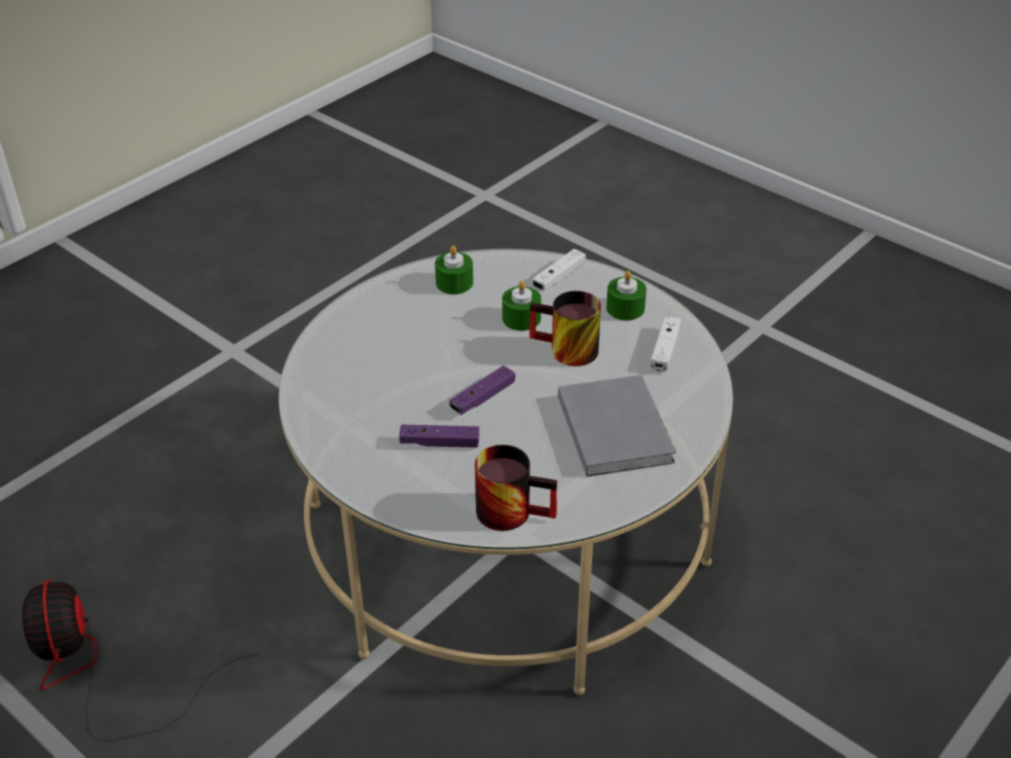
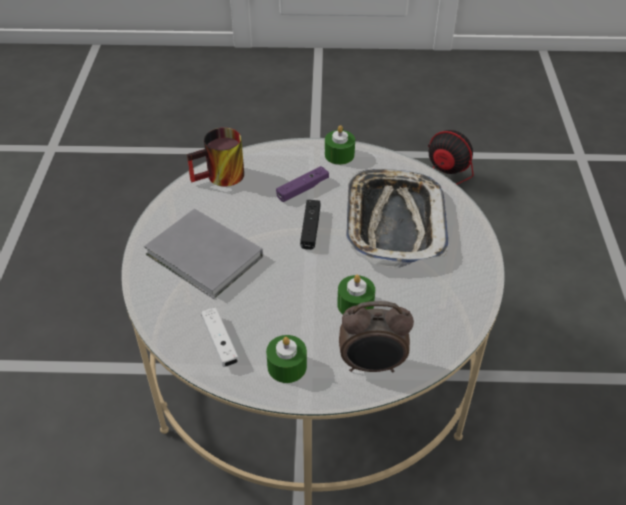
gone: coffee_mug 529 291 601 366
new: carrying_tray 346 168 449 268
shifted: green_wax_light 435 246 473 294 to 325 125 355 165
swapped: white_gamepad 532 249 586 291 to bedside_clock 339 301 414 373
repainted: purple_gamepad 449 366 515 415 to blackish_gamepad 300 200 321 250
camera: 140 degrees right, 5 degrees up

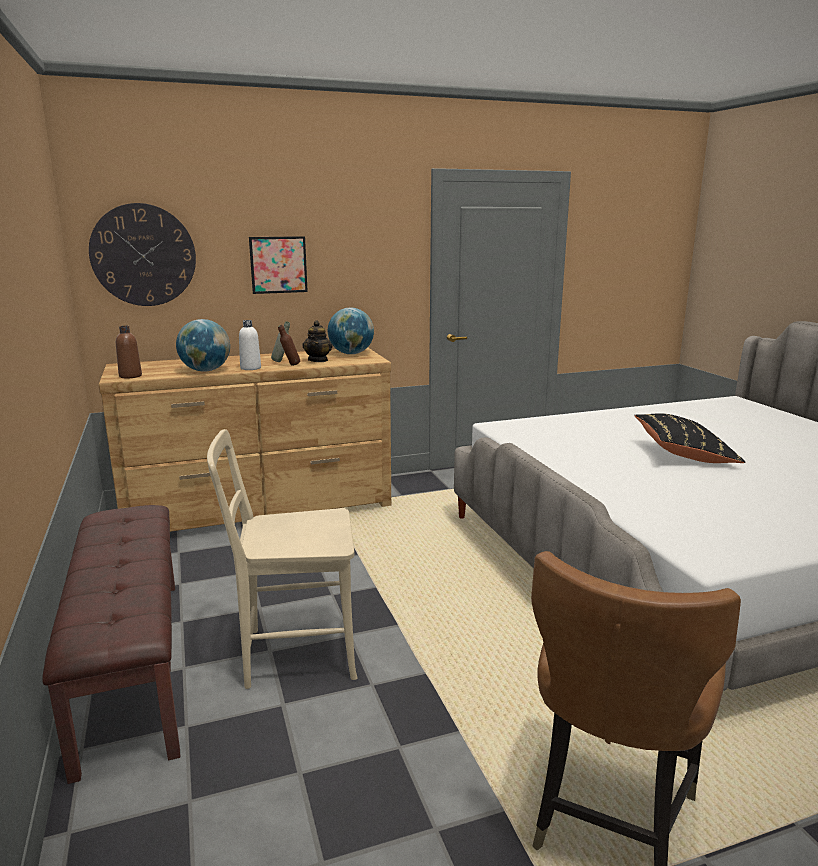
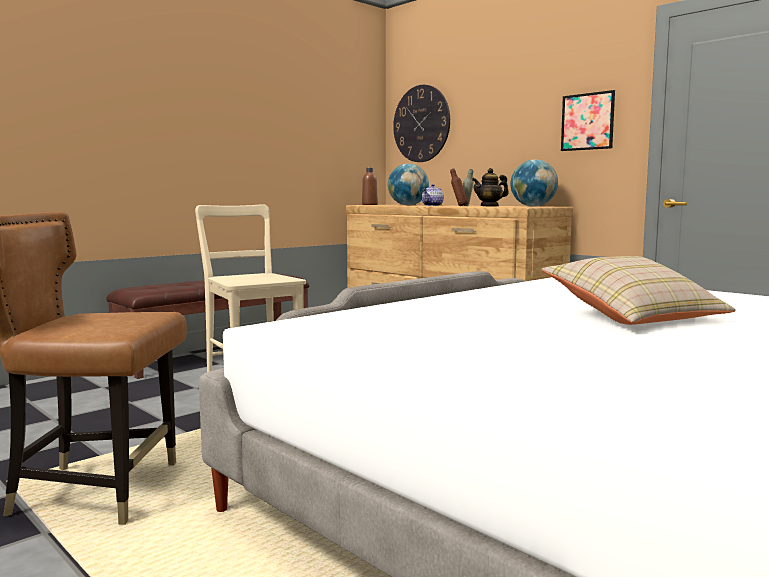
shifted: wall_picture 249 236 308 294 to 561 90 615 151
swapped: white_beverage_bottle 239 320 261 370 to pot_for_tea 422 184 444 206
repainted: blackish_cushion 634 413 745 463 to beige_cushion 541 256 736 325
camera: 65 degrees right, 10 degrees down

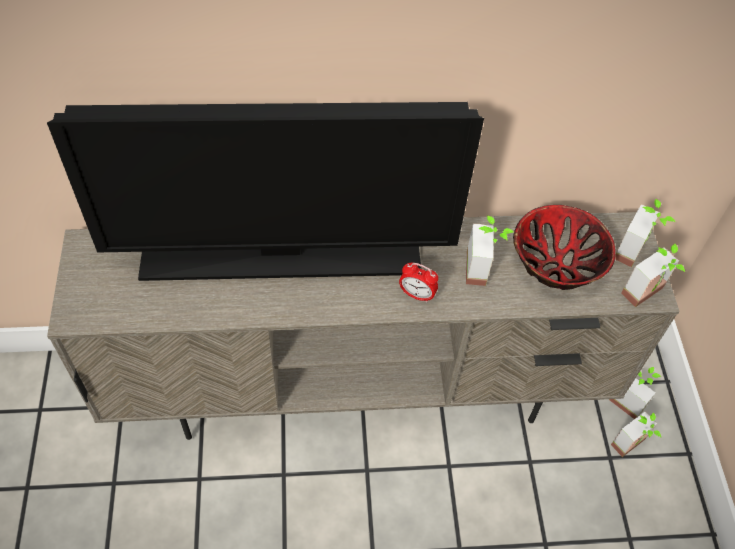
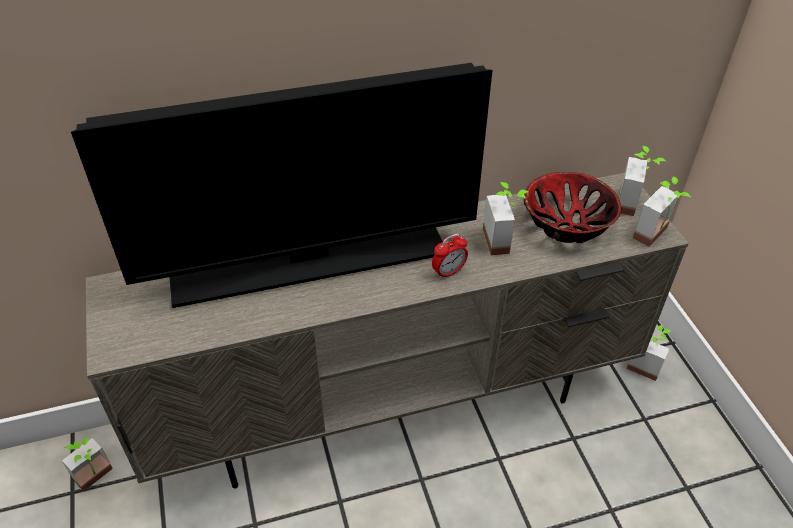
shifted: plant_in_a_pot 611 412 661 457 to 62 436 113 492
rotated: bedside_clock 399 263 438 302 = 432 234 468 279 45 degrees counterclockwise
camera: 10 degrees left, 10 degrees down

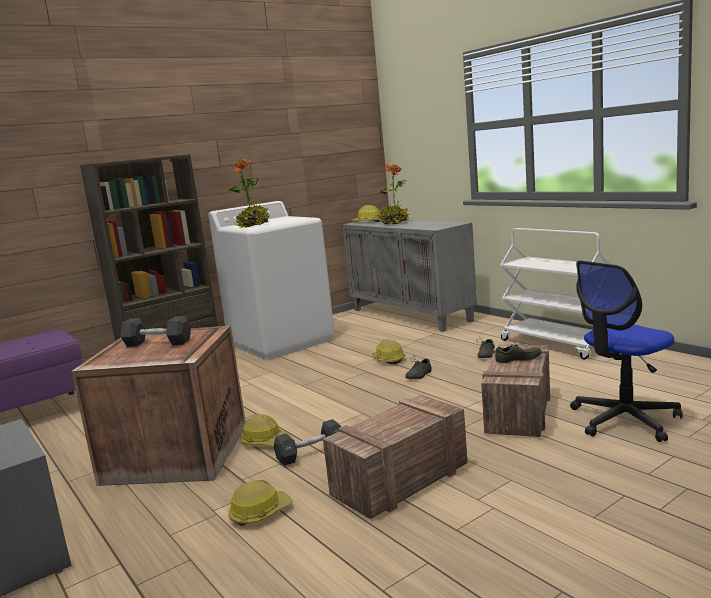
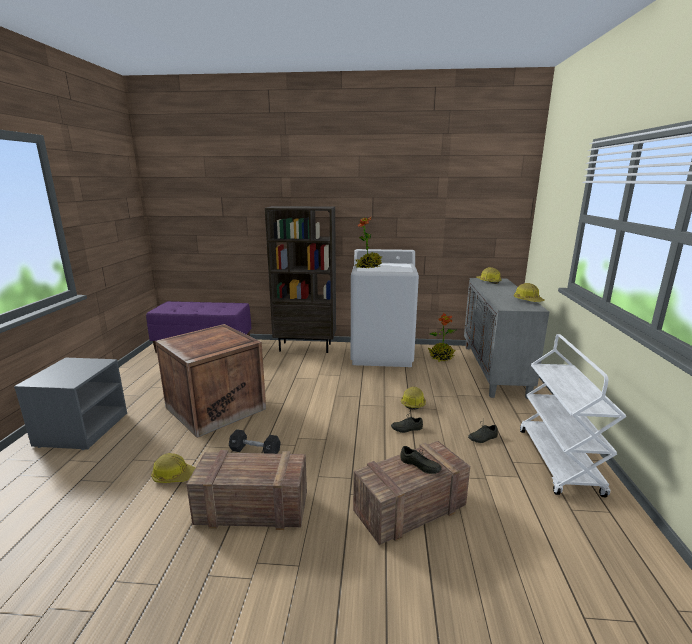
gone: blackish_dumbbell 120 316 191 347; computer_chair 570 260 683 442
shifted: plant_in_a_pot 377 164 409 224 to 428 313 456 362; work_helmet 241 414 291 446 to 514 283 545 302
camera: 40 degrees right, 5 degrees up

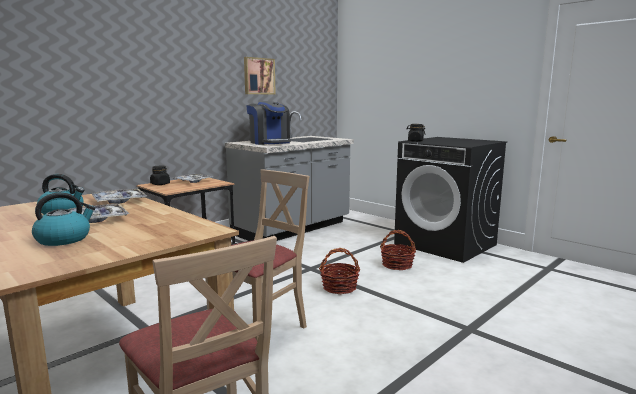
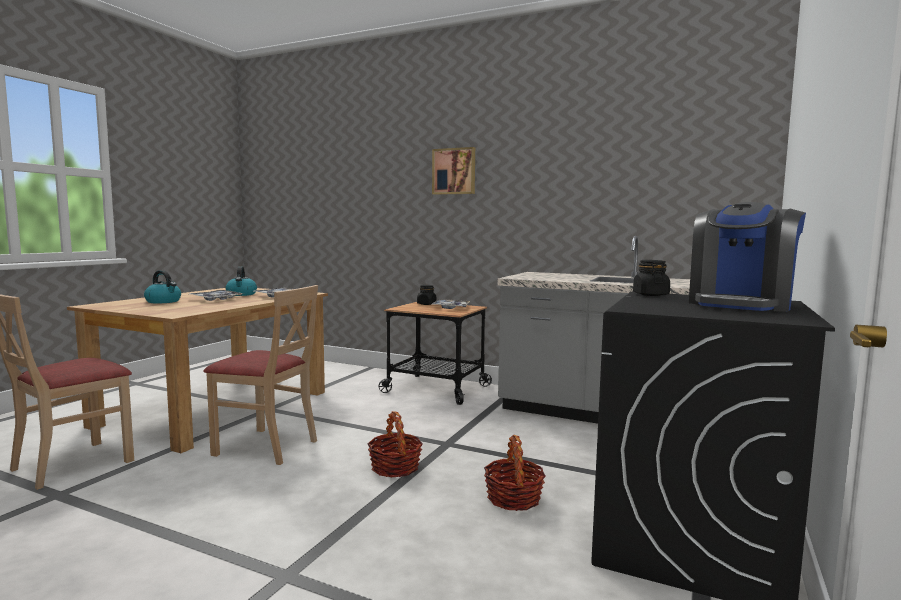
shifted: wall_picture 244 57 276 94 to 432 147 475 195; coffee_maker 246 101 291 145 to 689 202 806 312
camera: 70 degrees right, 5 degrees down

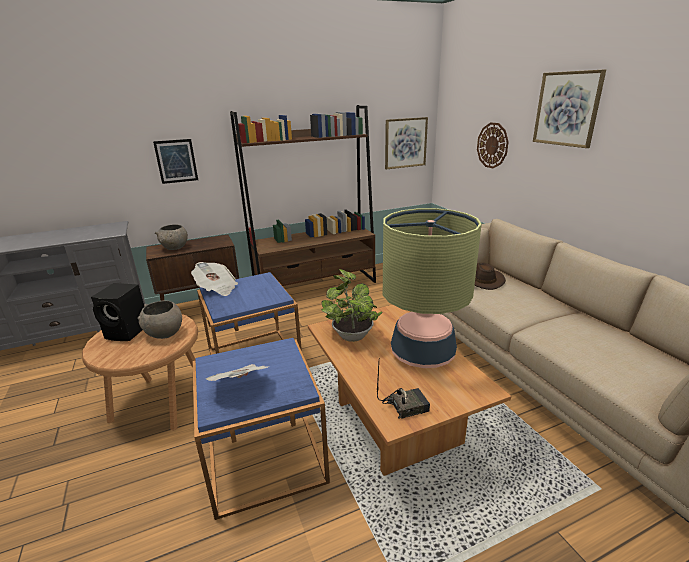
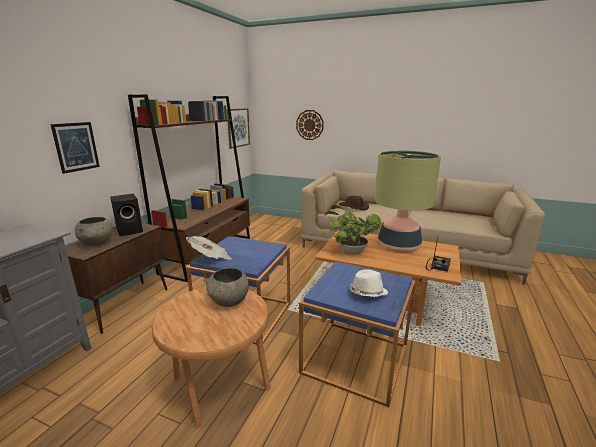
gone: wall_picture 533 69 606 148
shifted: blackish_loudspeaker 91 283 144 341 to 110 194 143 236
swapped: printed_paper 206 364 271 381 to white_hat 349 269 388 297
camera: 45 degrees left, 5 degrees down

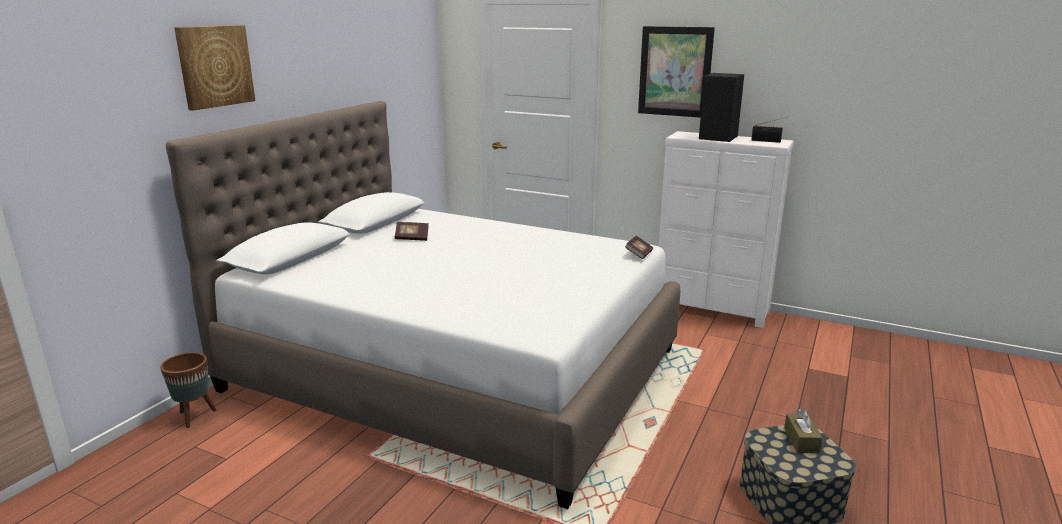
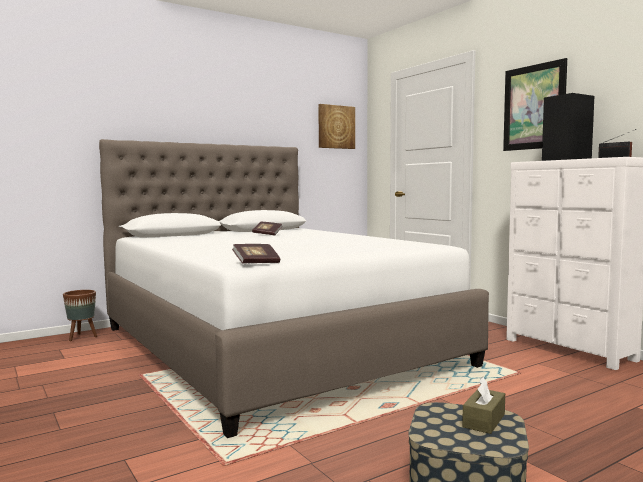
shifted: volume 625 236 653 259 to 232 244 281 263; wall_picture 174 25 255 111 to 319 104 355 149
camera: 30 degrees right, 15 degrees down

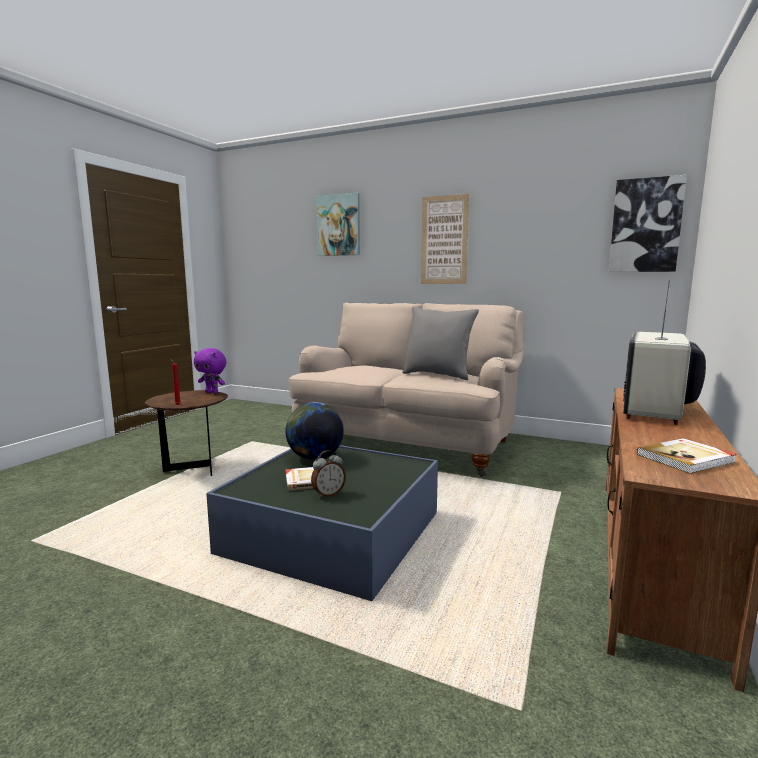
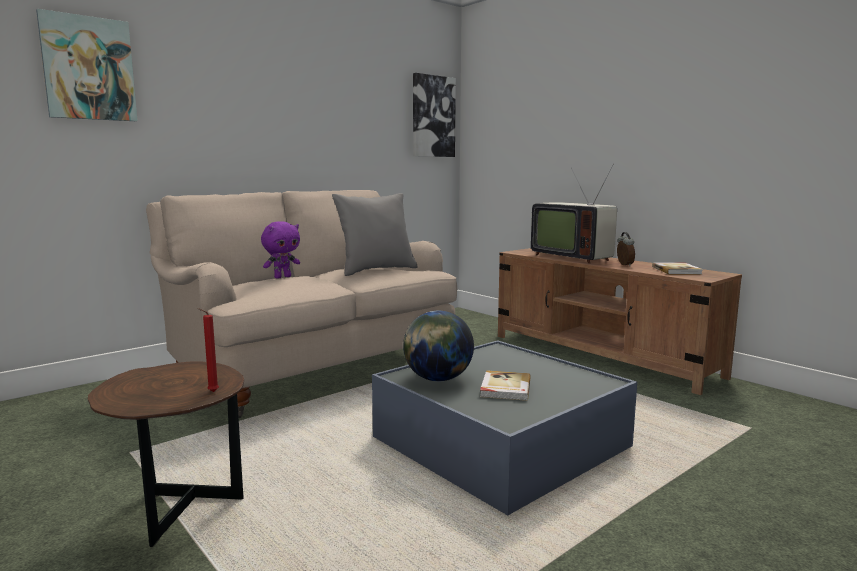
gone: wall_picture 421 193 470 284
shifted: purple_soft_toy 194 348 226 394 to 261 221 300 279; bedside_clock 311 450 346 498 to 617 232 635 266
camera: 65 degrees left, 0 degrees up

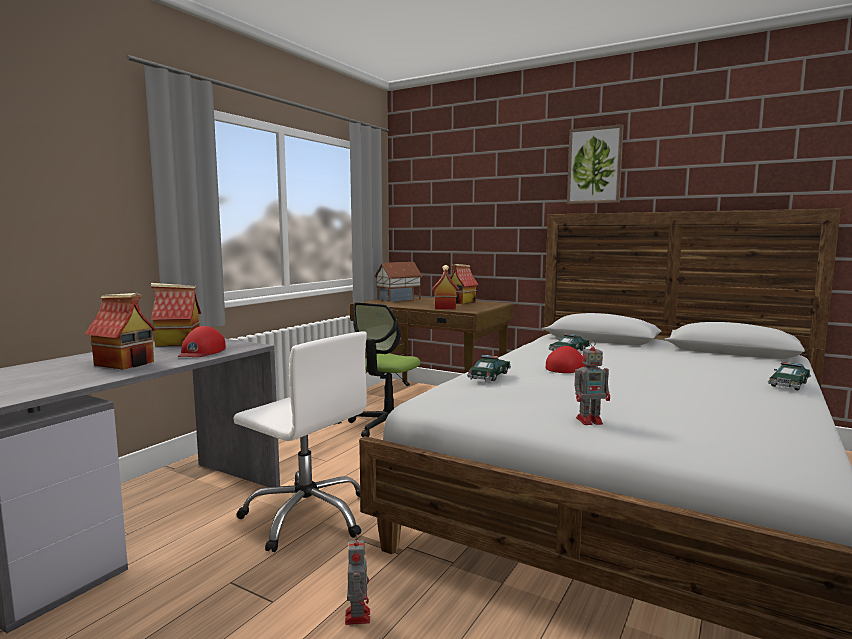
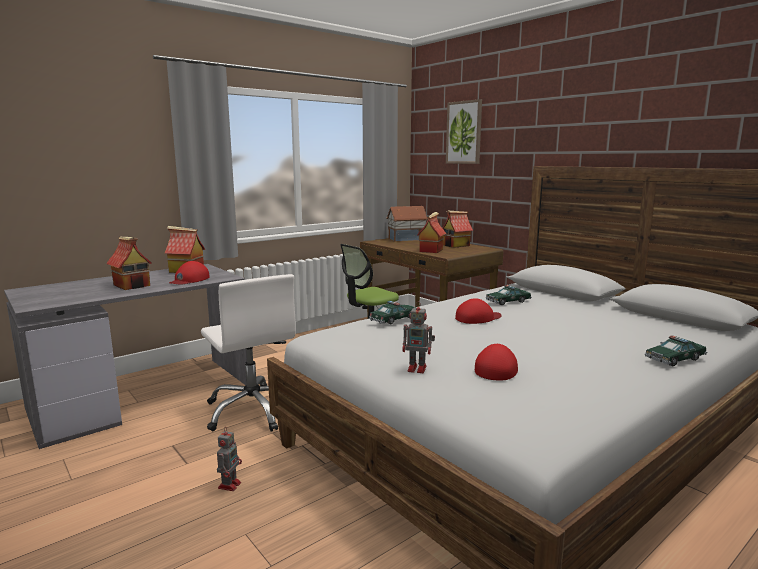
new: reddish_peaked_cap 475 344 518 381
shifted: wall_picture 567 124 624 204 to 446 99 482 164
camera: 20 degrees right, 5 degrees up

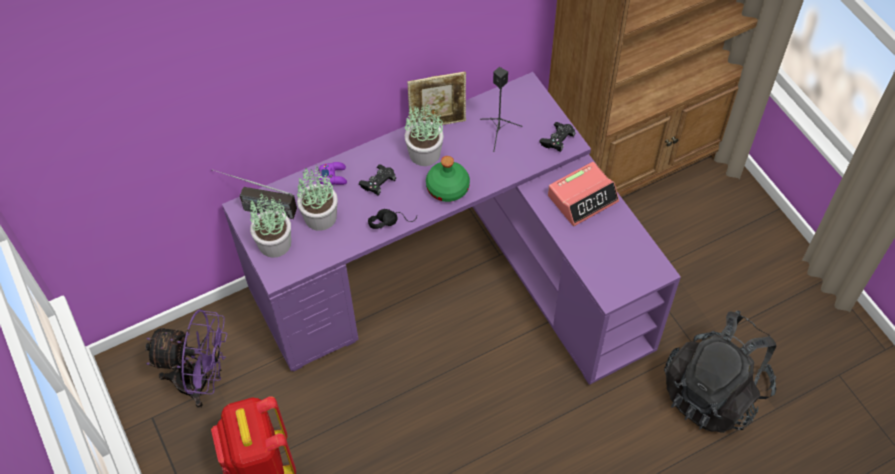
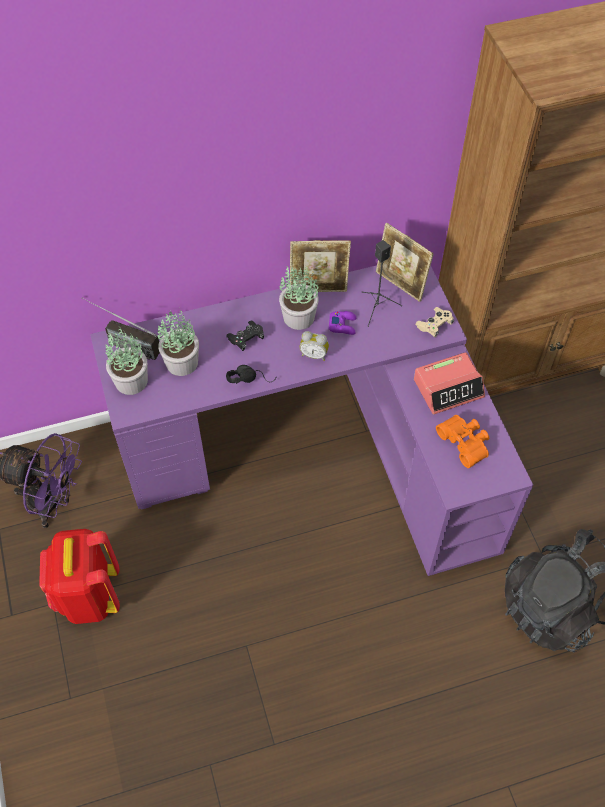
new: picture_frame 376 223 433 302; orangey_binoculars 436 415 489 468
shifted: purple_gamepad 319 162 347 185 to 329 311 356 335
swapped: green_beverage_bottle 426 156 470 202 to bedside_clock 299 331 329 361
repainted: blackish_gamepad 539 122 576 152 to beige_gamepad 416 307 454 337
camera: 10 degrees right, 0 degrees up

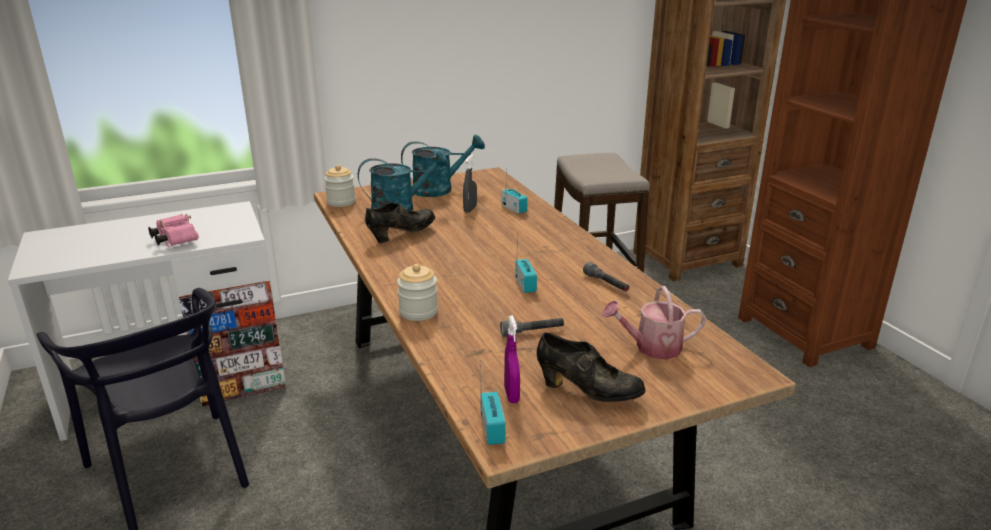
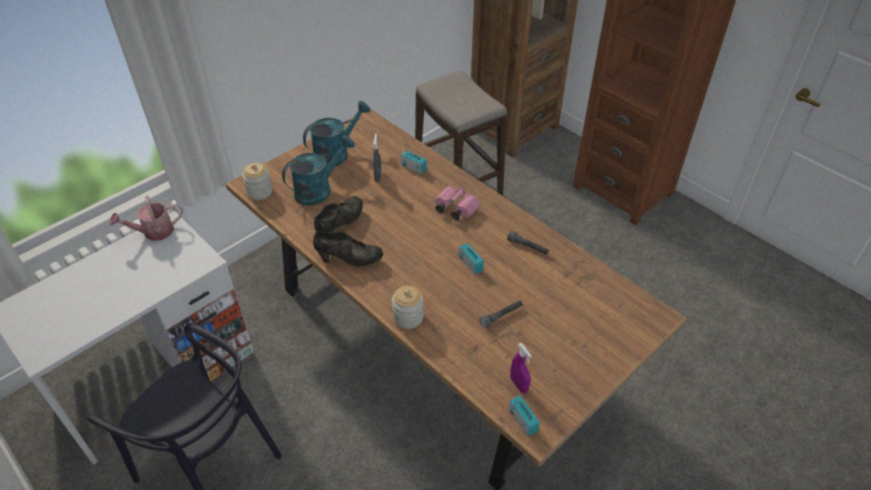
shifted: sprinkling_can 602 286 706 359 to 110 196 183 241; blackish_low_shoe 537 332 646 402 to 313 231 383 266; pink-coloured_binoculars 148 214 199 247 to 434 186 480 220
camera: 20 degrees left, 20 degrees up

